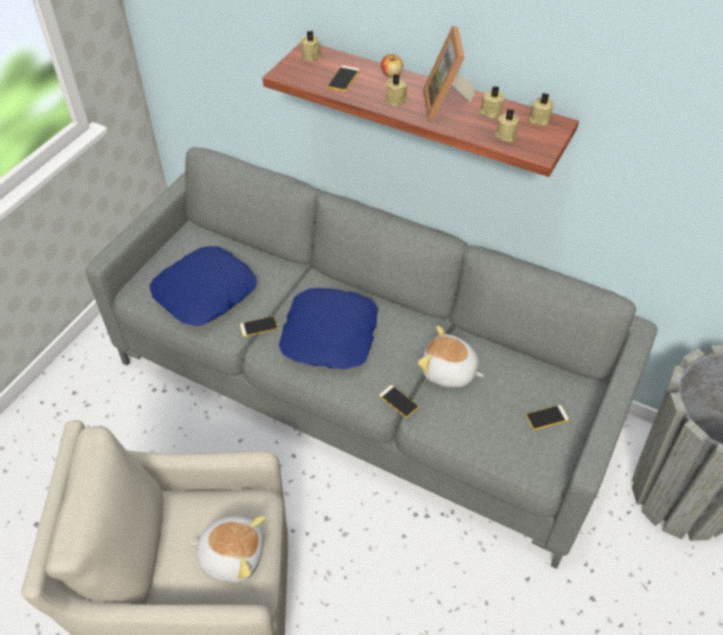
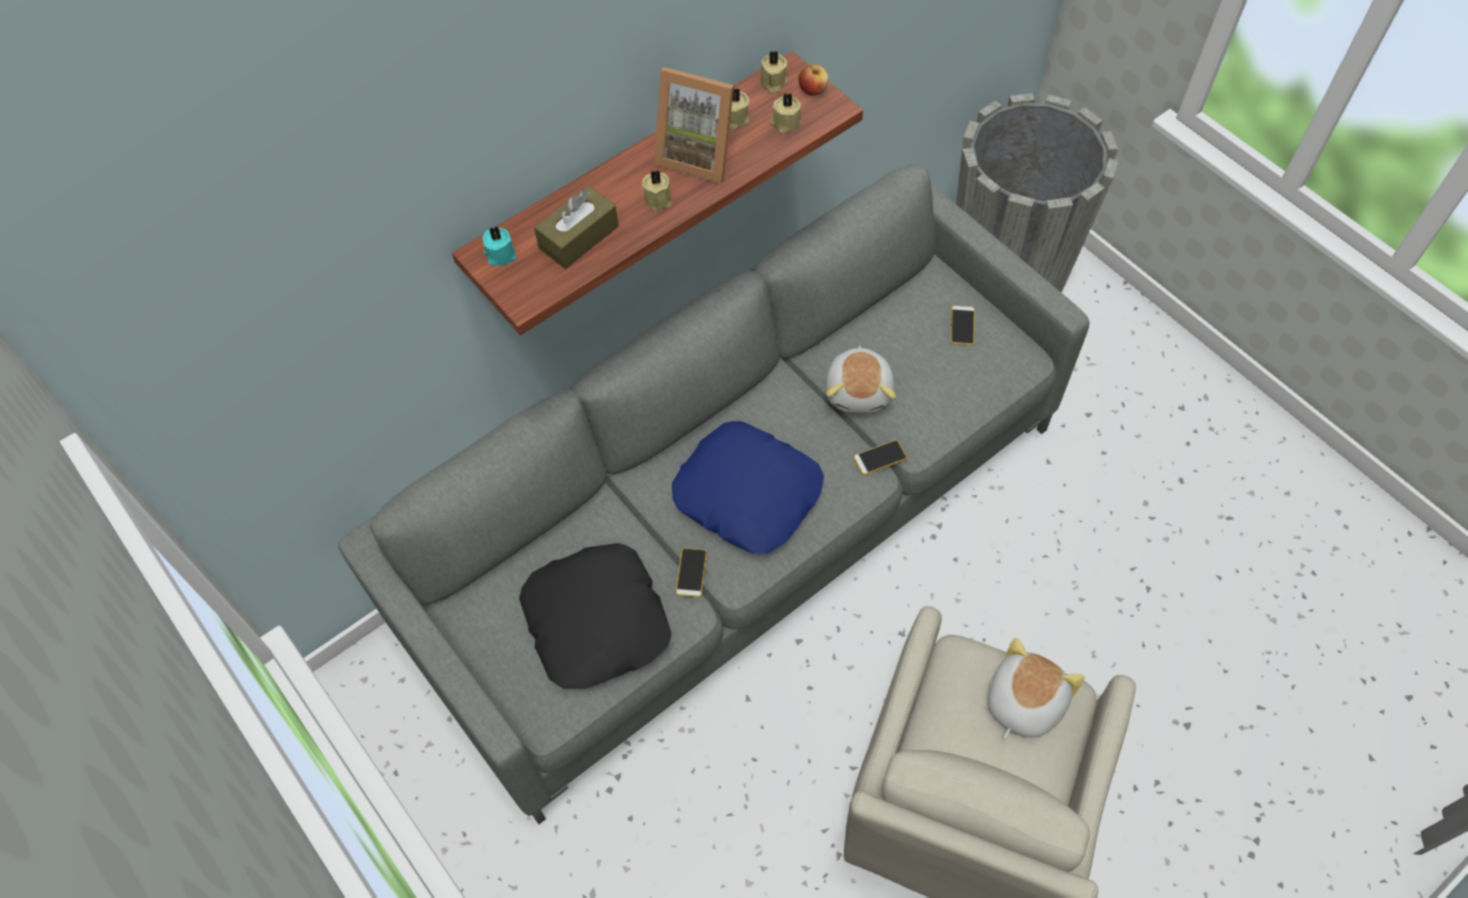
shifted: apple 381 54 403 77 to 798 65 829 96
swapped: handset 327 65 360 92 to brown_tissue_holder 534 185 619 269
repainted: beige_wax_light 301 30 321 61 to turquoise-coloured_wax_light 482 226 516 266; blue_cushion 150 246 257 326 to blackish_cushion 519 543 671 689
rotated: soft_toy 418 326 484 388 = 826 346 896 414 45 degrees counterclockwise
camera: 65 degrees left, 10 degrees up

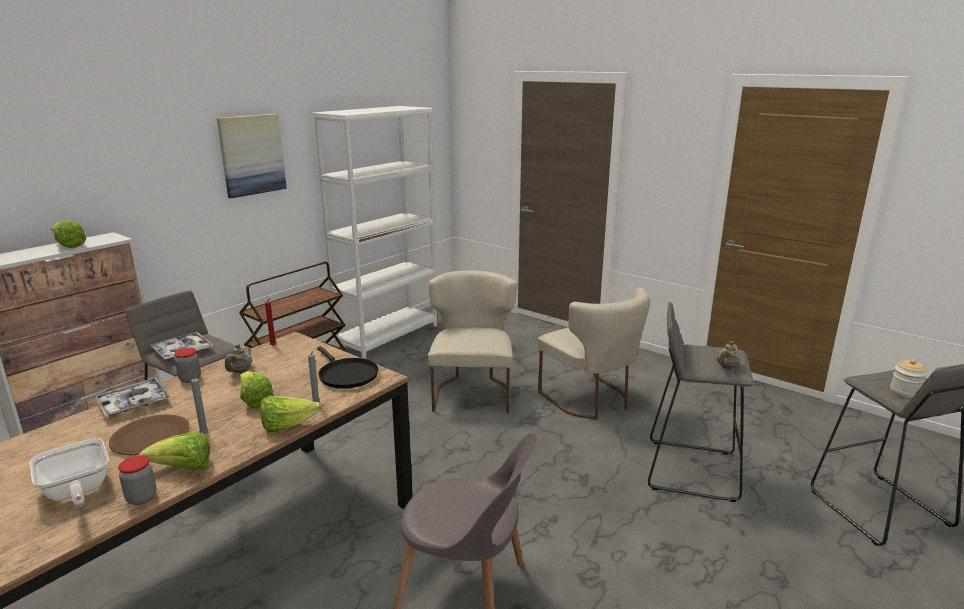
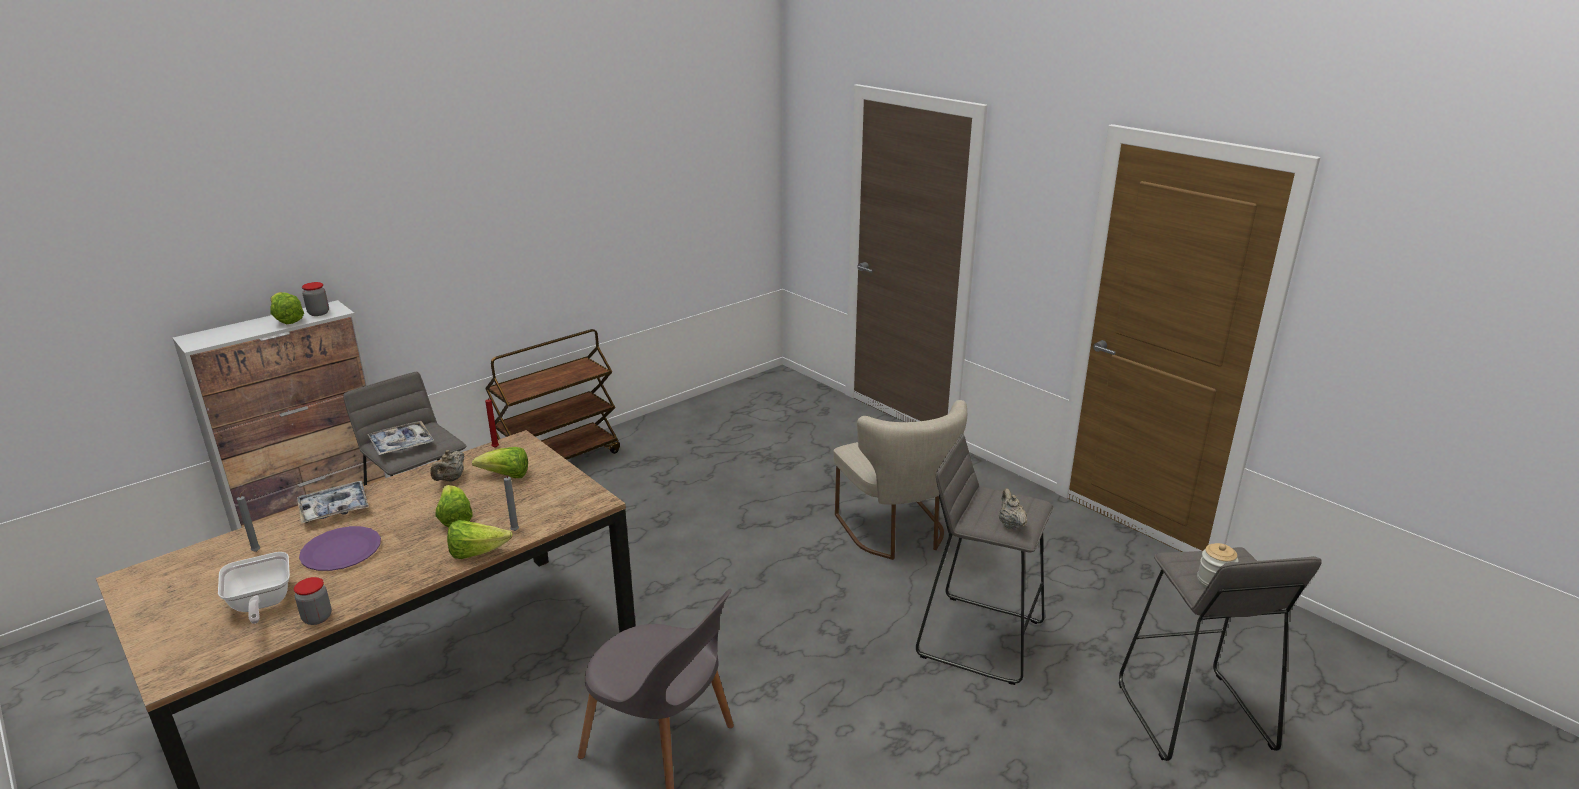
gone: wall_picture 217 114 287 198; white_shelving_unit 313 106 437 359; blackish_skillet 317 346 378 389; beige_plain_chair 428 270 518 413
shifted: grey_wax_light 191 371 208 434 to 237 489 260 552; storage_jar 175 348 201 383 to 302 282 329 316; lettuce 139 432 210 470 to 472 447 528 478
repainted: brown_dinner_plate 109 414 190 455 to purple_dinner_plate 299 526 381 571
rotated: beige_pot_for_tea 716 341 741 369 = 999 488 1027 530 120 degrees clockwise
camera: 10 degrees right, 5 degrees up

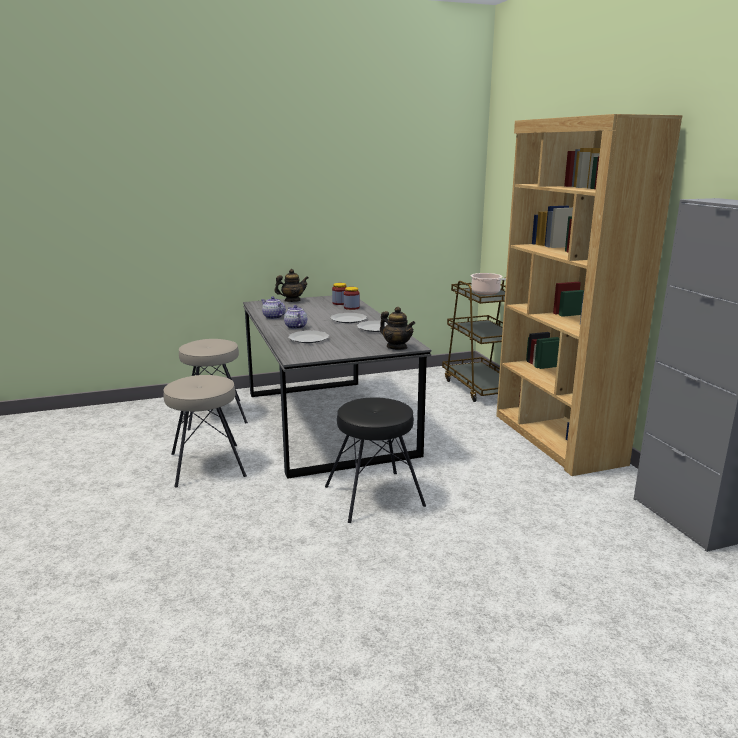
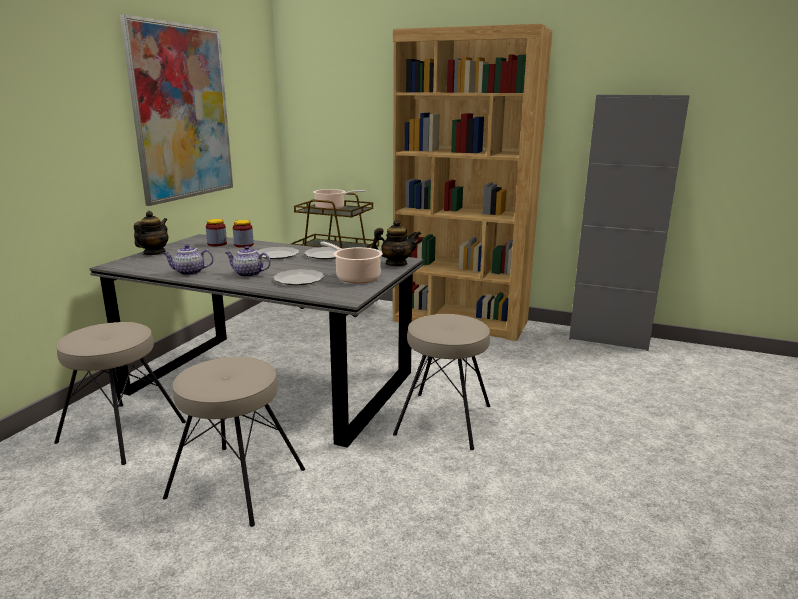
new: wall_picture 120 14 233 206; stockpot 320 241 383 283
repainted: blackish_stool 325 397 426 523 to beige_stool 393 314 491 450
camera: 50 degrees left, 0 degrees up

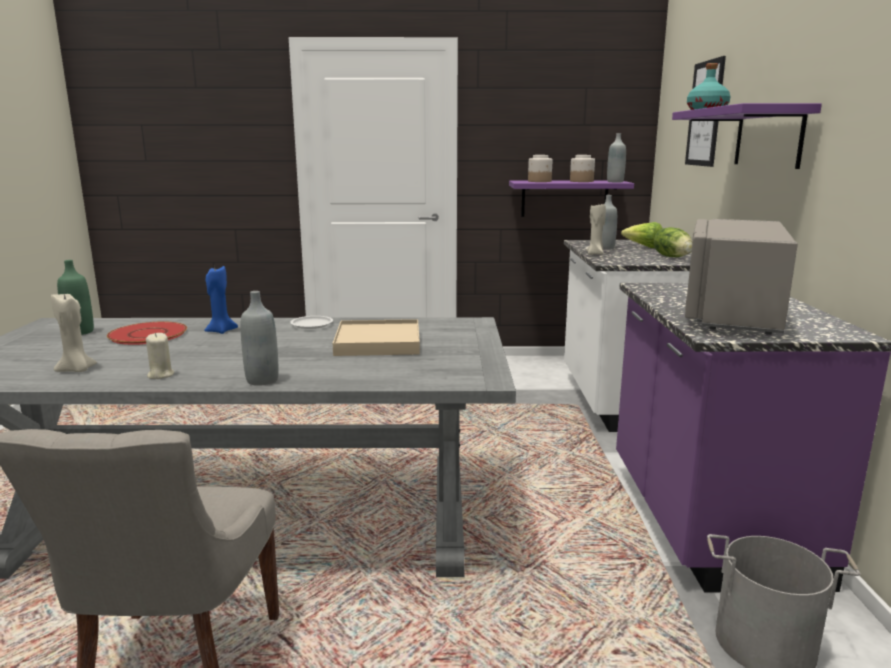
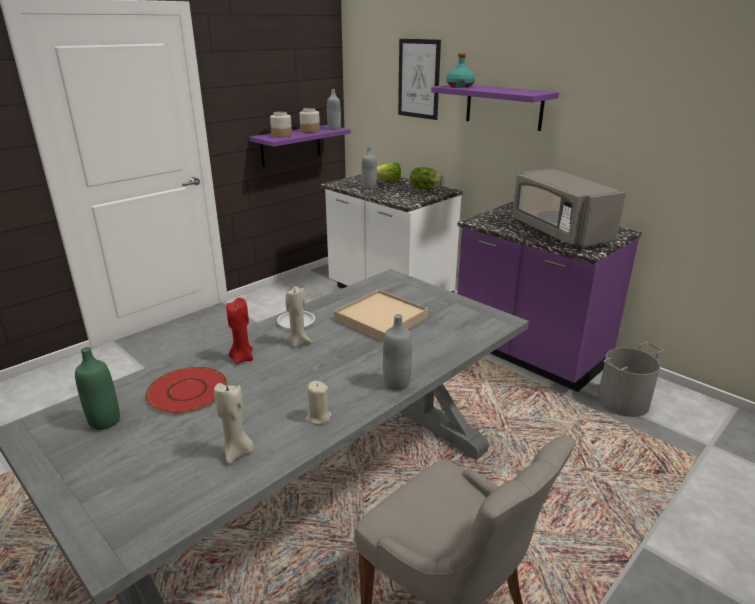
shifted: beige_wax_light 586 204 606 255 to 284 286 312 348
repainted: blue_wax_light 204 266 238 334 to reddish_wax_light 226 298 253 365
camera: 45 degrees left, 10 degrees up

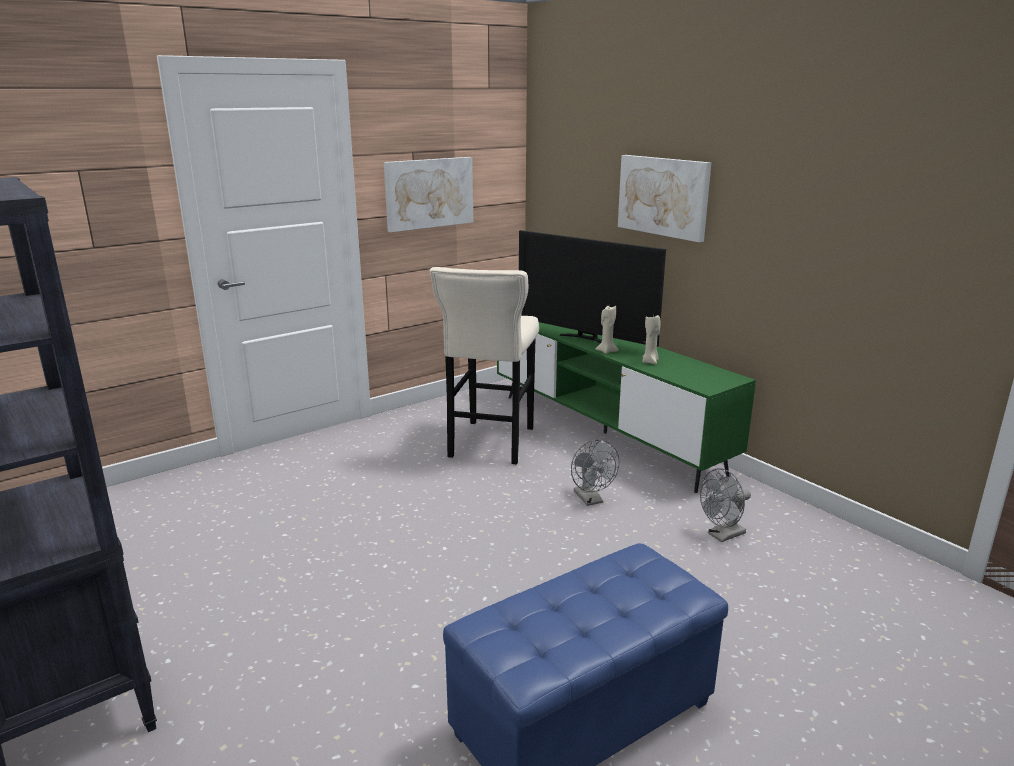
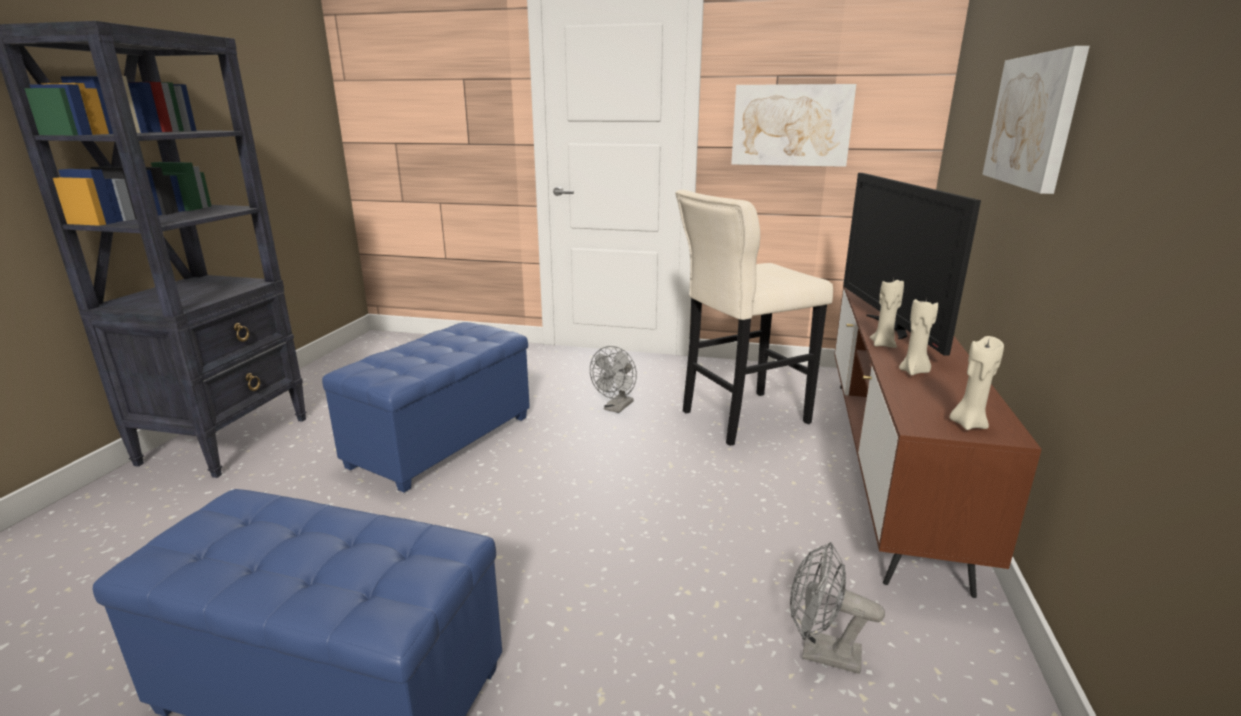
new: blue_footrest 322 322 530 493; beige_wax_light 949 336 1004 430
shifted: grey_fan 571 440 619 506 to 590 346 637 413
repainted: green_media_console 497 322 756 493 to brown_media_console 834 286 1042 598
camera: 50 degrees right, 0 degrees up

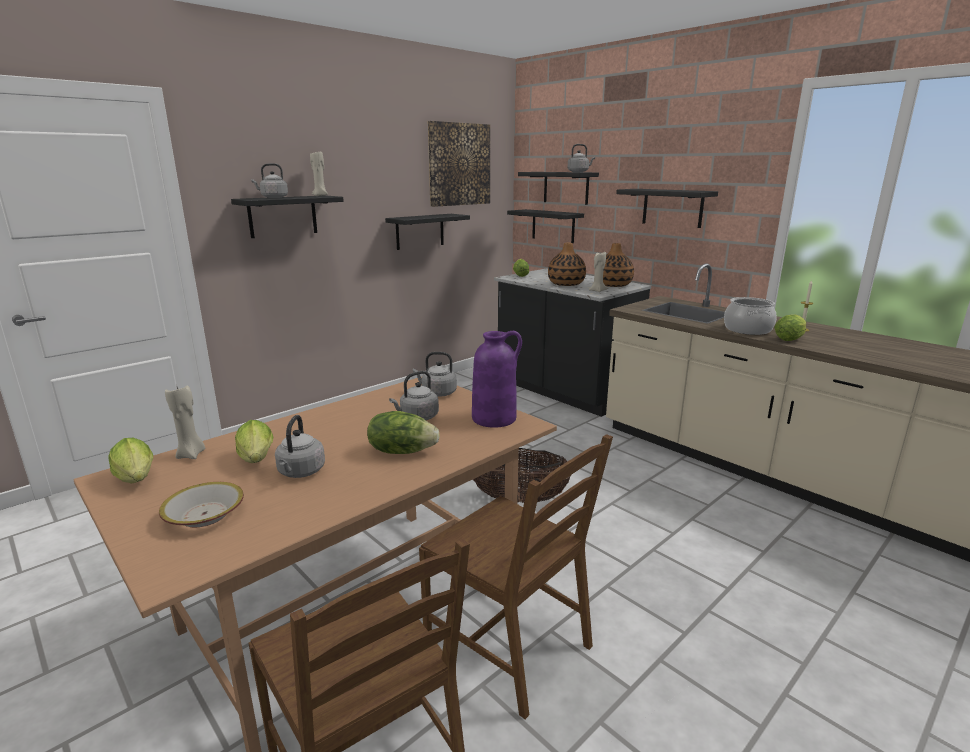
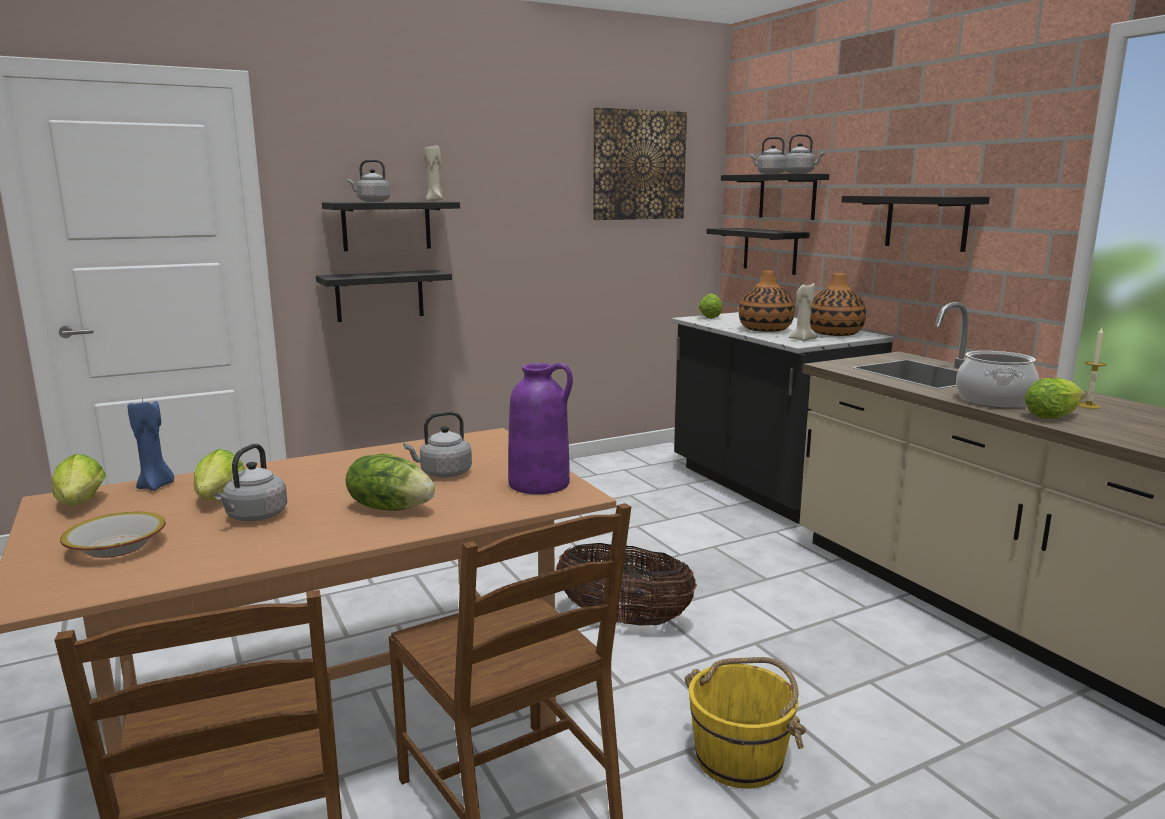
new: yellow_bucket 685 657 806 788
shifted: blackish_bracket_shelf 385 214 470 250 to 316 270 452 322; grey_tea_kettle 413 352 457 397 to 751 137 785 174
repainted: beige_wax_light 165 385 205 459 to blue_wax_light 128 399 174 491
camera: 15 degrees right, 5 degrees down

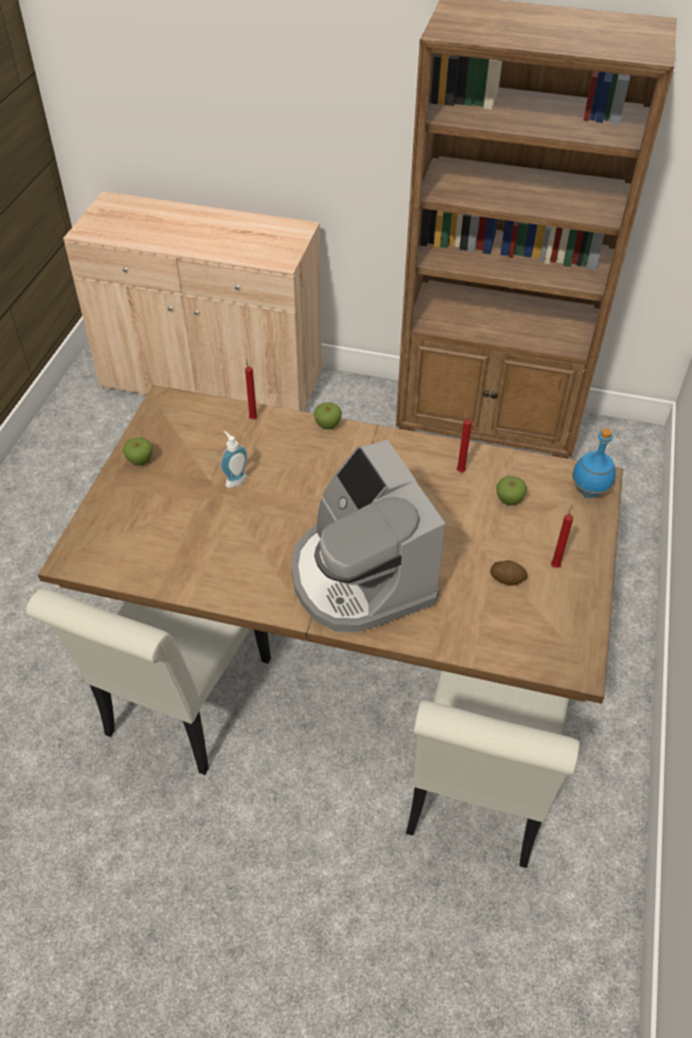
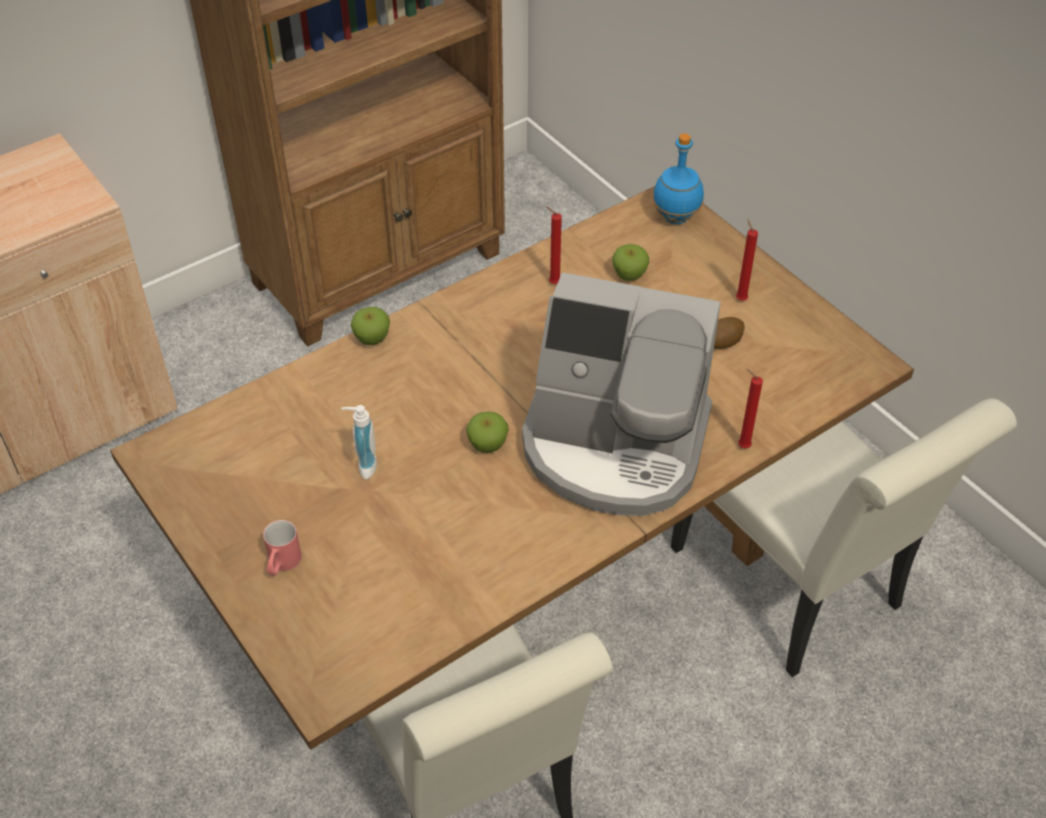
new: reddish_coffee_mug 263 520 302 576
shifted: apple 123 437 153 466 to 466 412 509 453; reddish_wax_light 245 358 257 419 to 738 369 763 448
camera: 50 degrees left, 0 degrees up

